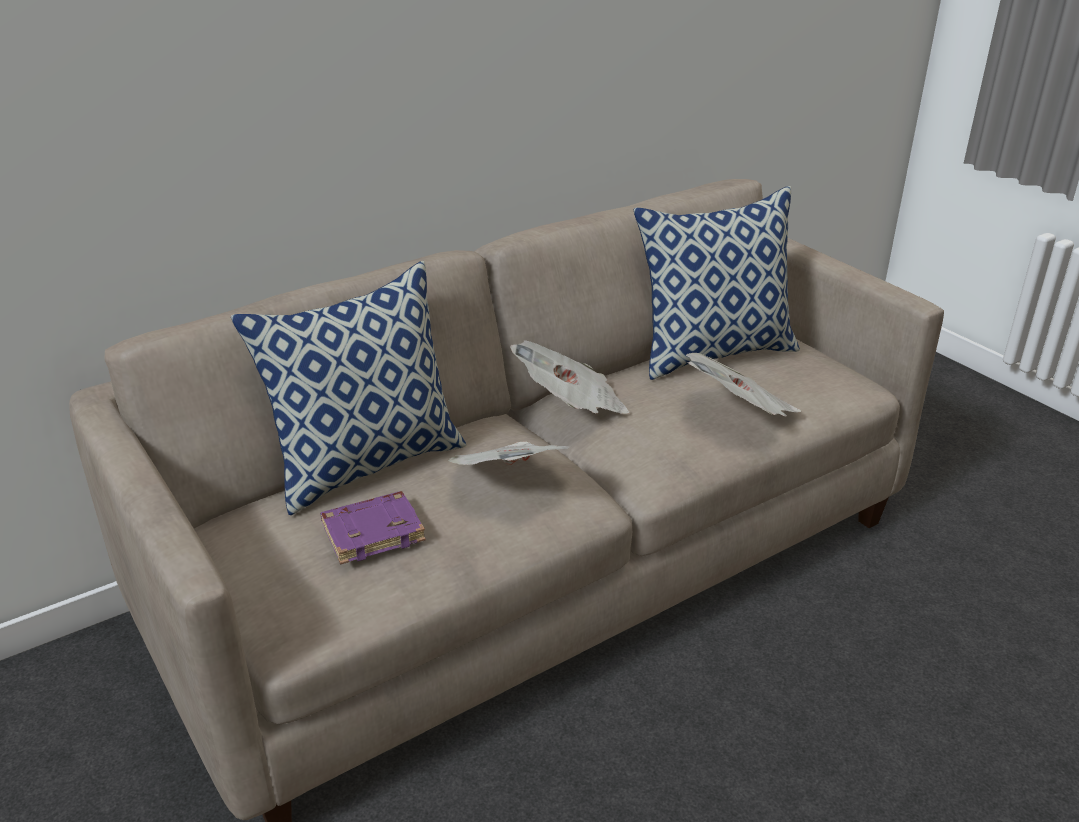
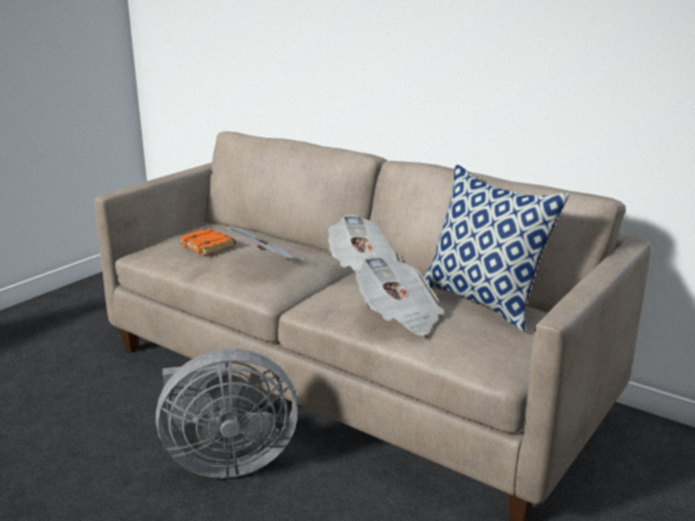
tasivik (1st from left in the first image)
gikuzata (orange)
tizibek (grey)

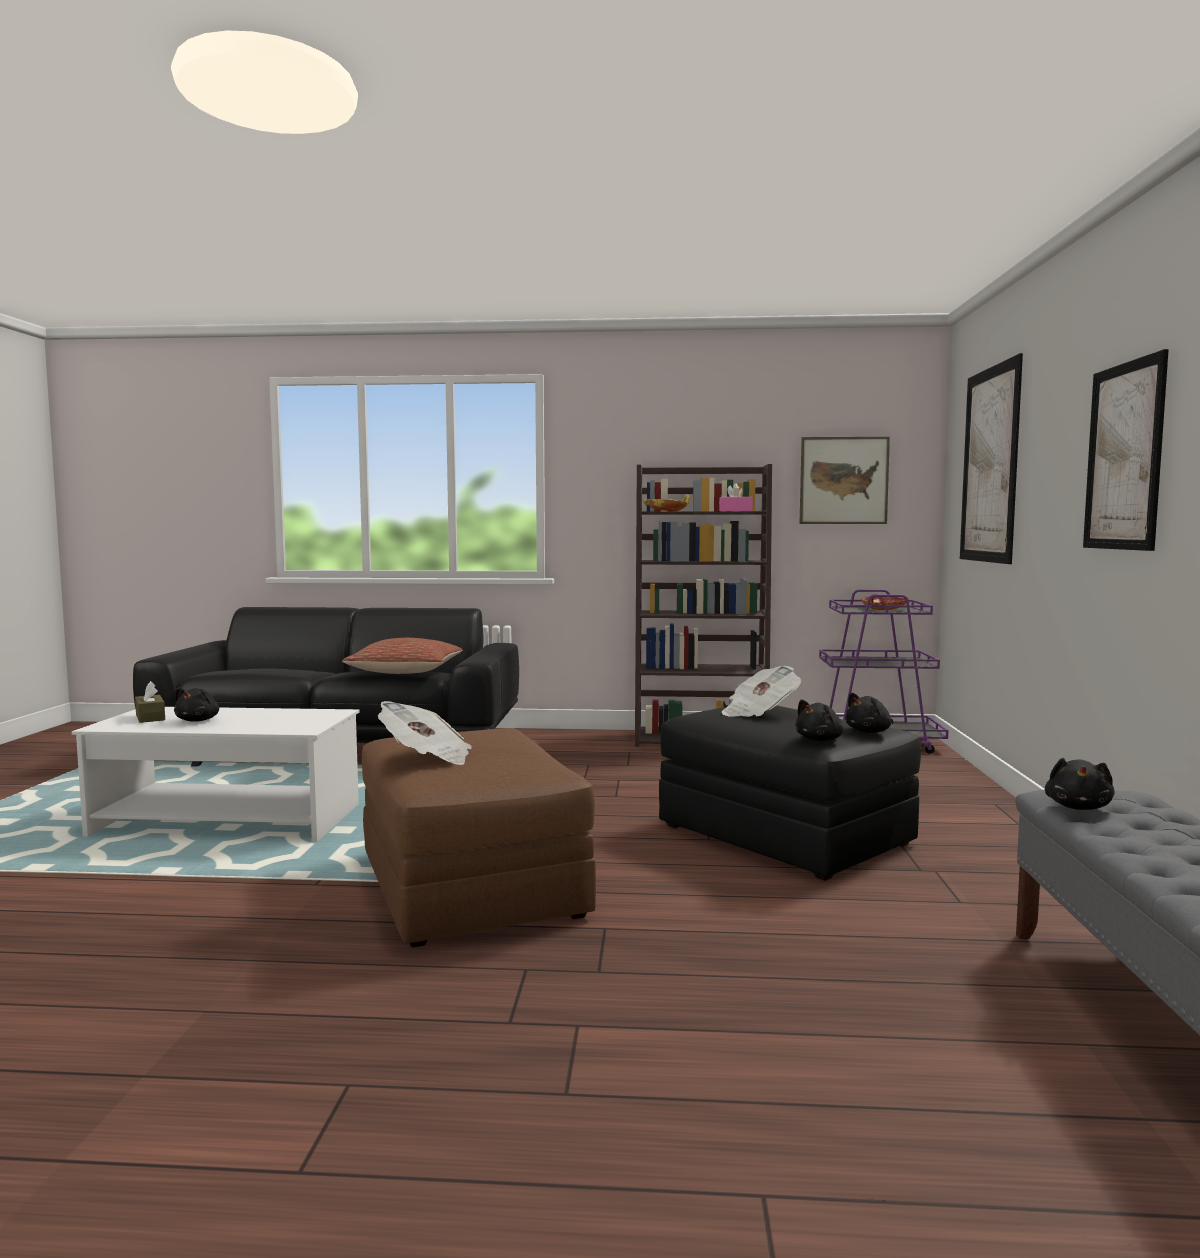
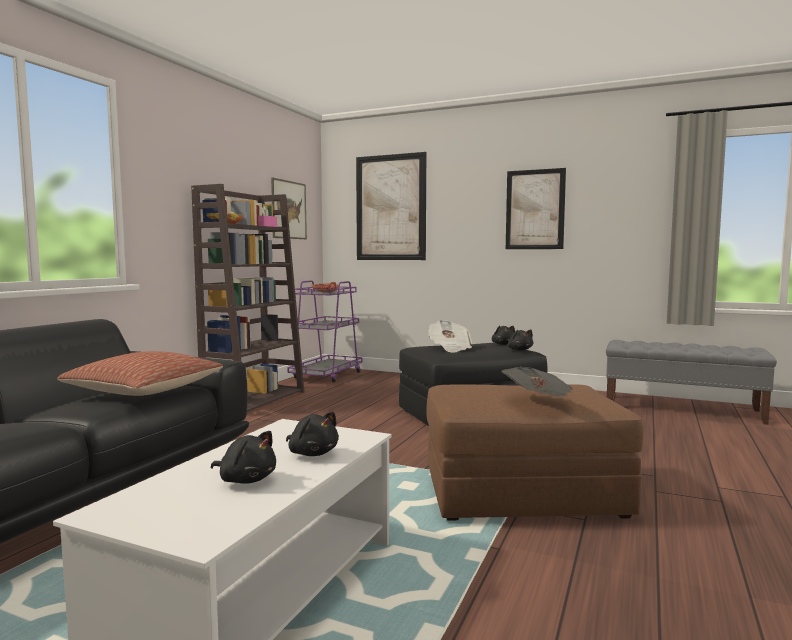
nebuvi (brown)
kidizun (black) (2nd from left)

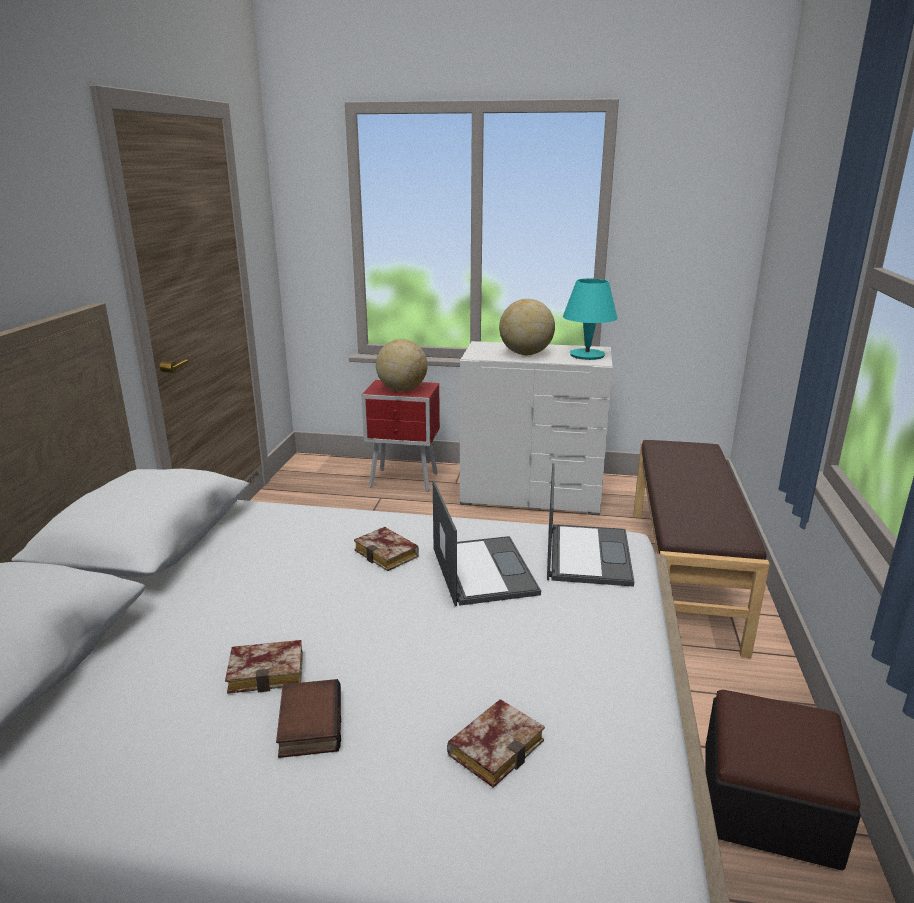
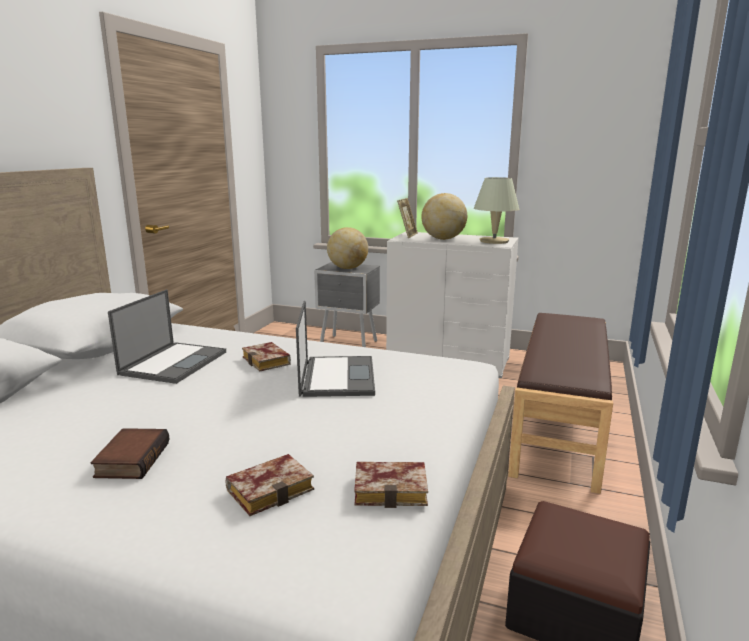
gikuzata (4th from left)
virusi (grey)
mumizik (1st from left)
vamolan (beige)
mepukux

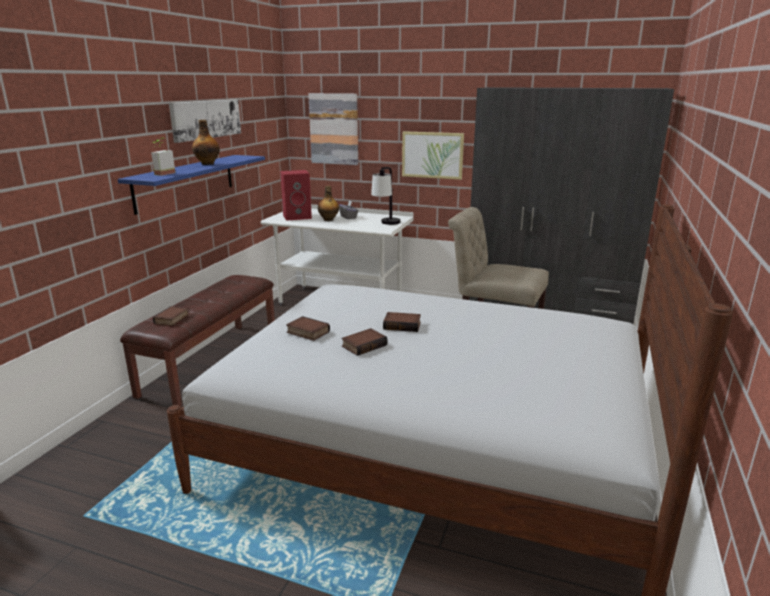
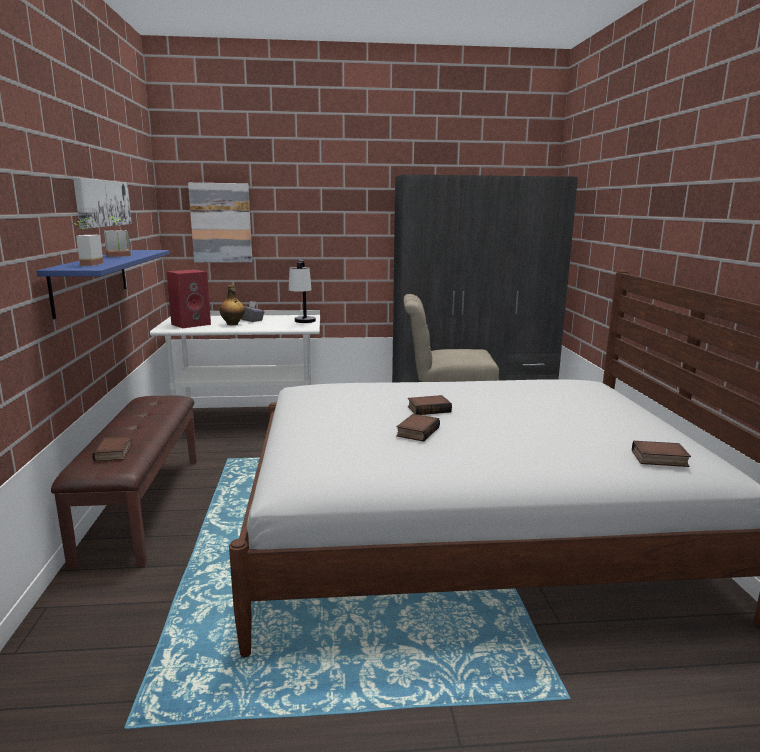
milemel (2nd from left)
gikuzata (4th from left)
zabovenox (3rd from left in the first image)

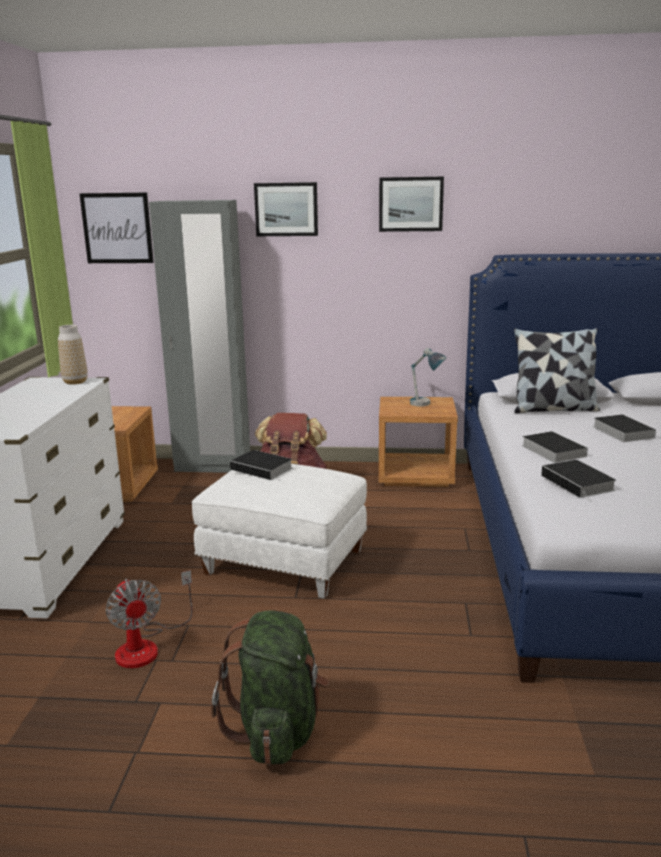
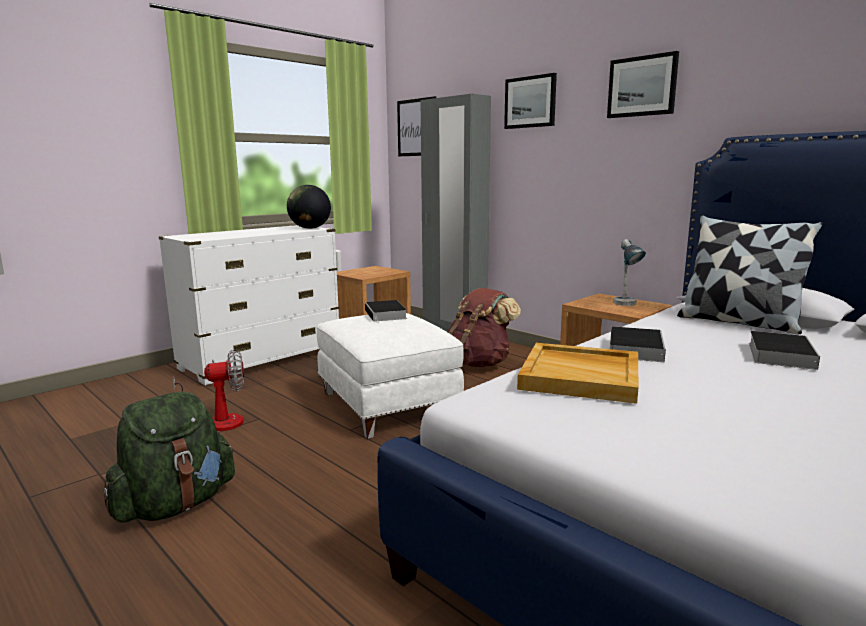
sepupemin
tizibek
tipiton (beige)

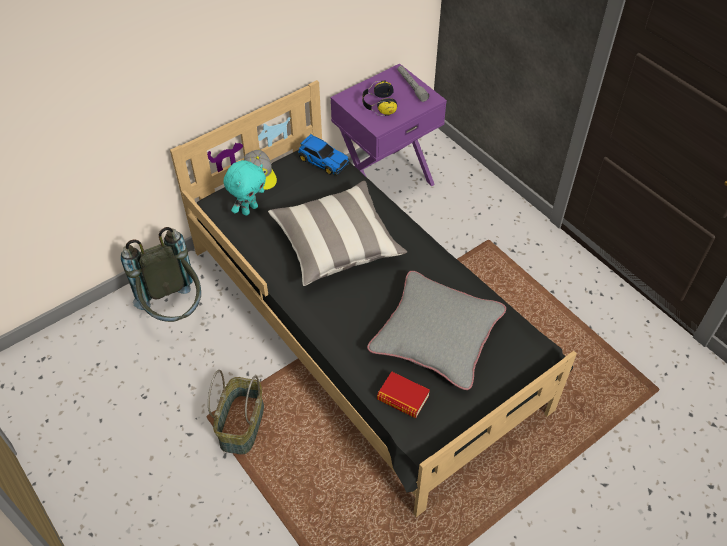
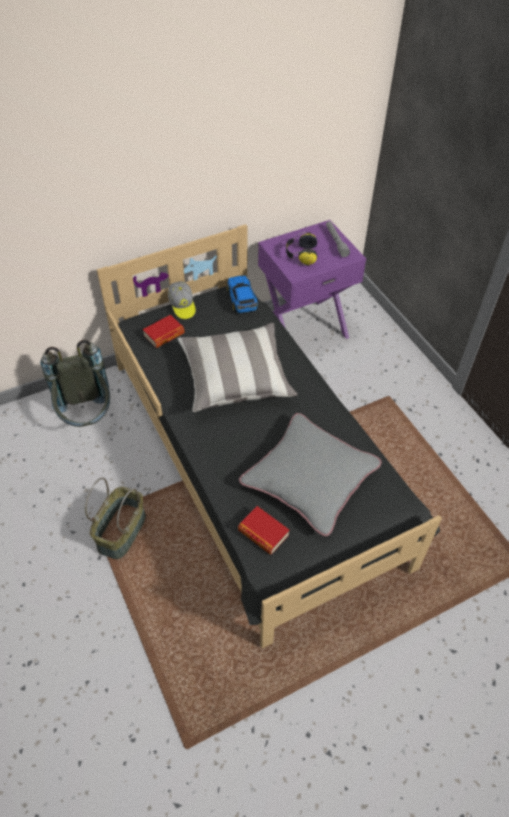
gikuzata (1st from left)
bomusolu

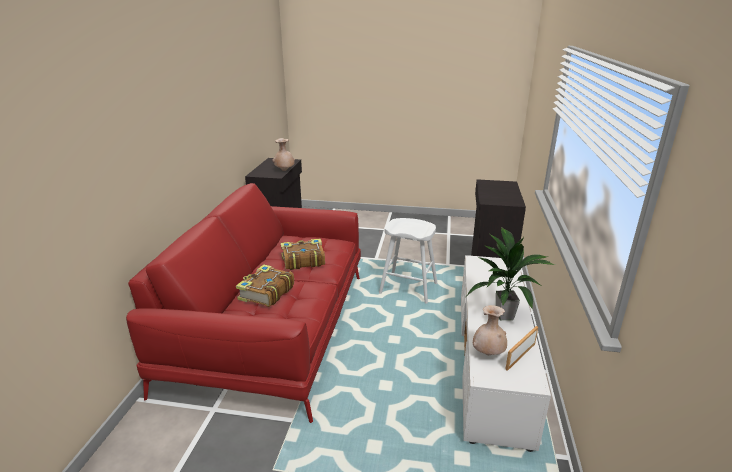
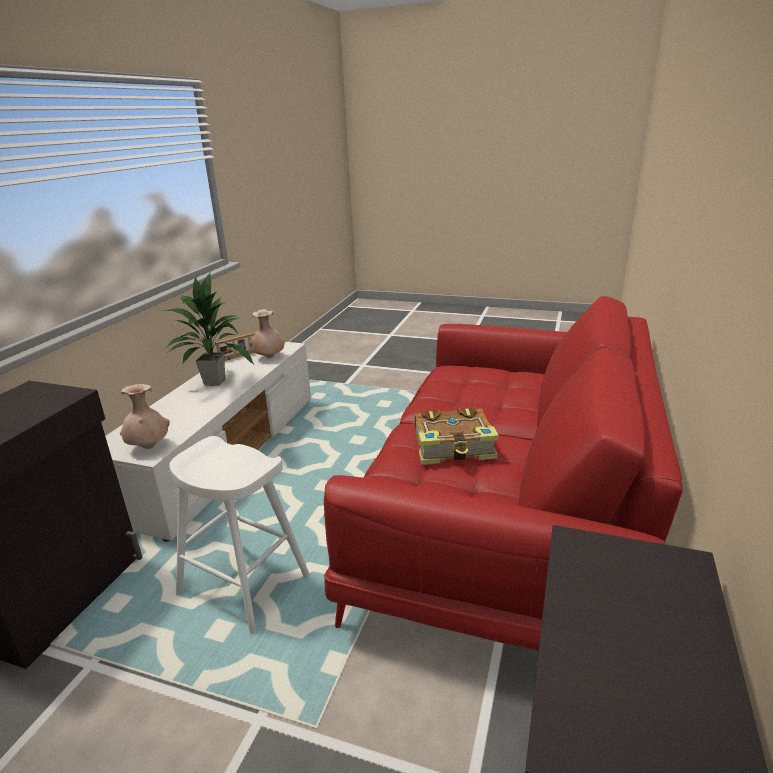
gikuzata (1st from left in the first image)
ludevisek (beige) (1st from left)

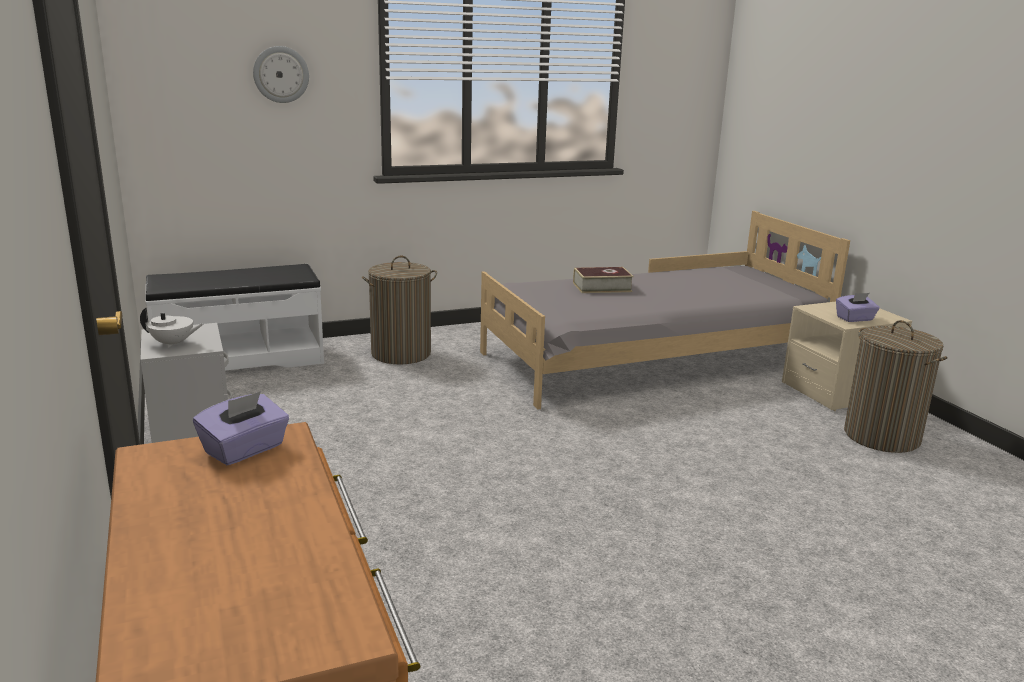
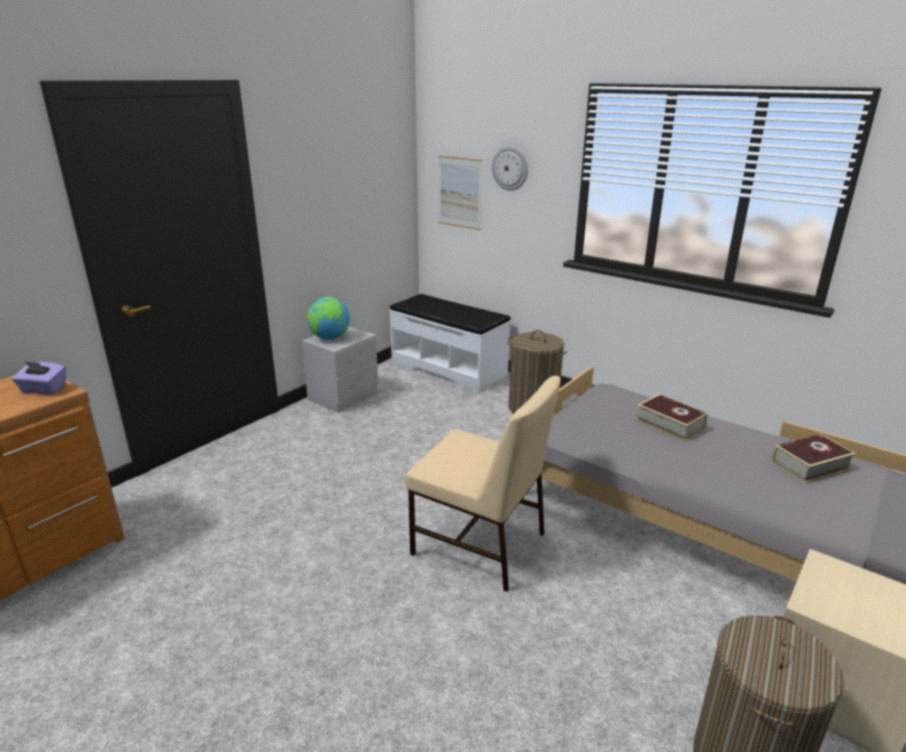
sepupemin
nebuvi (purple) (2nd from left in the first image)
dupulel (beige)
zabovenox
gikuzata (2nd from left)

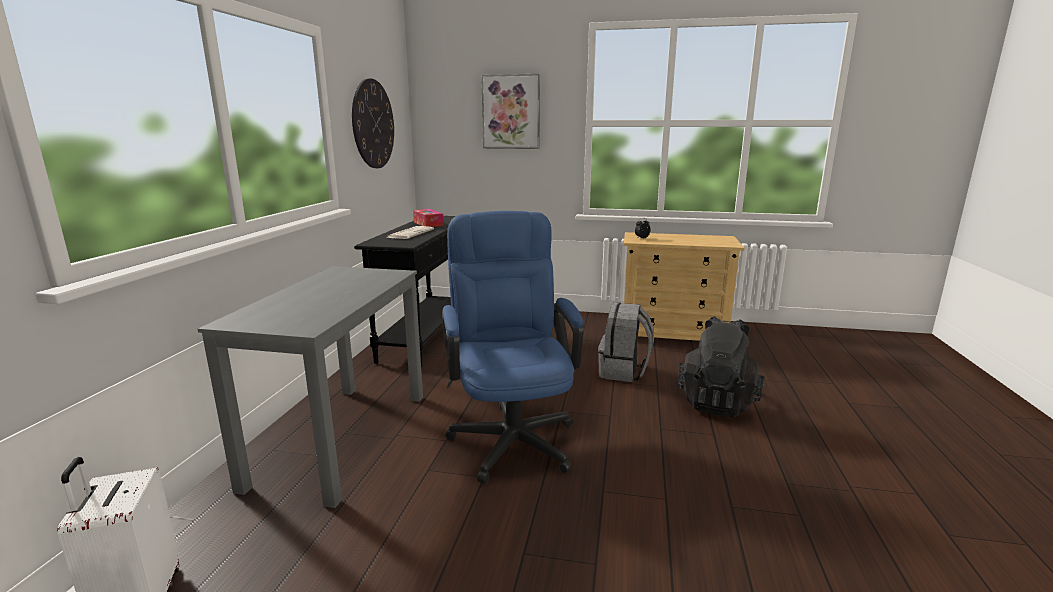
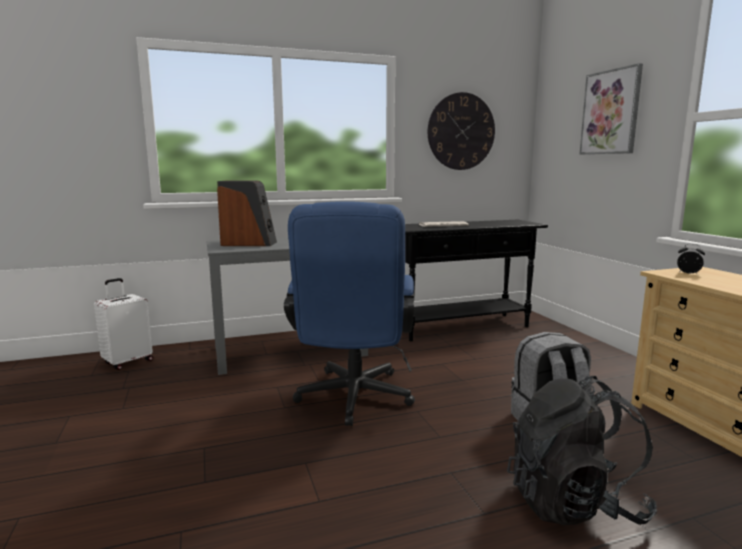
nebuvi
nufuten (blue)
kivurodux

